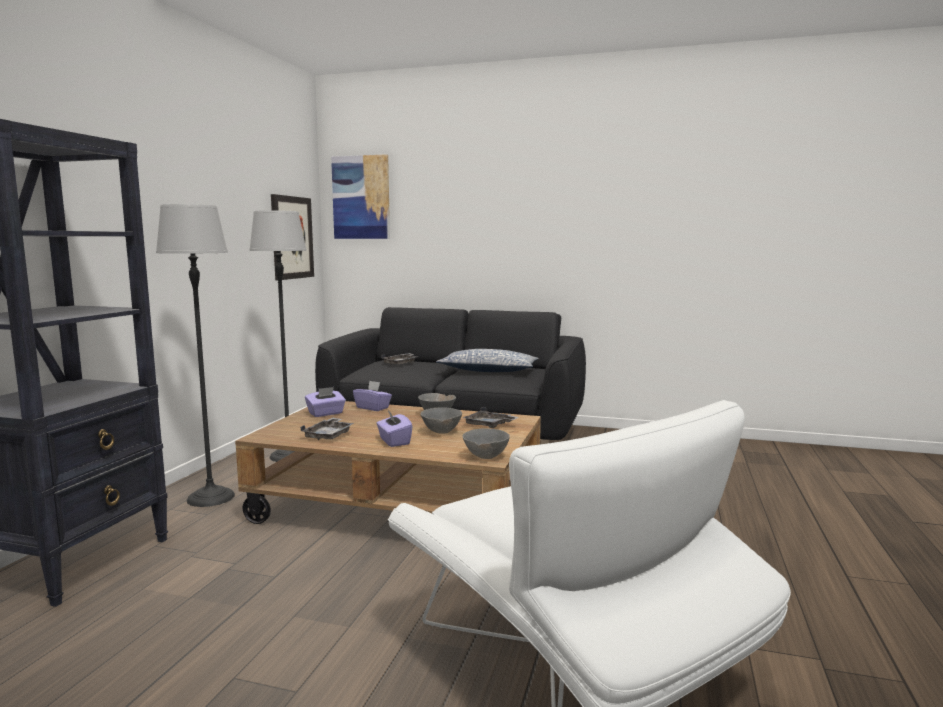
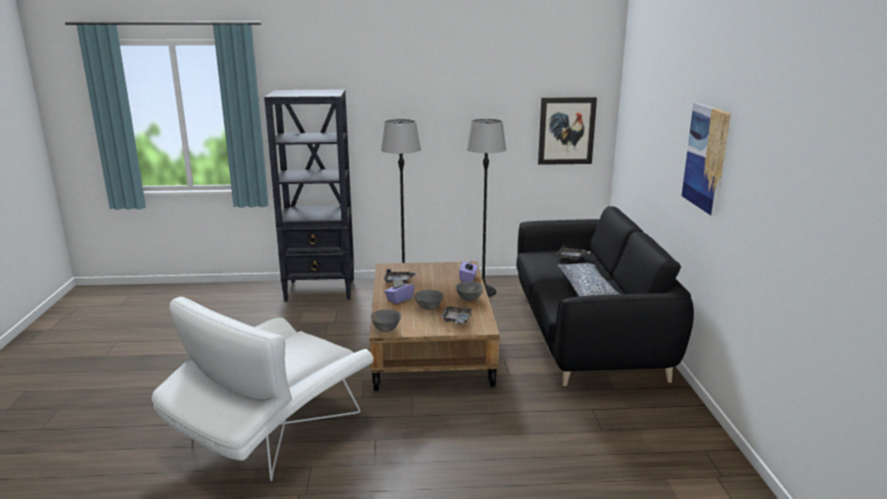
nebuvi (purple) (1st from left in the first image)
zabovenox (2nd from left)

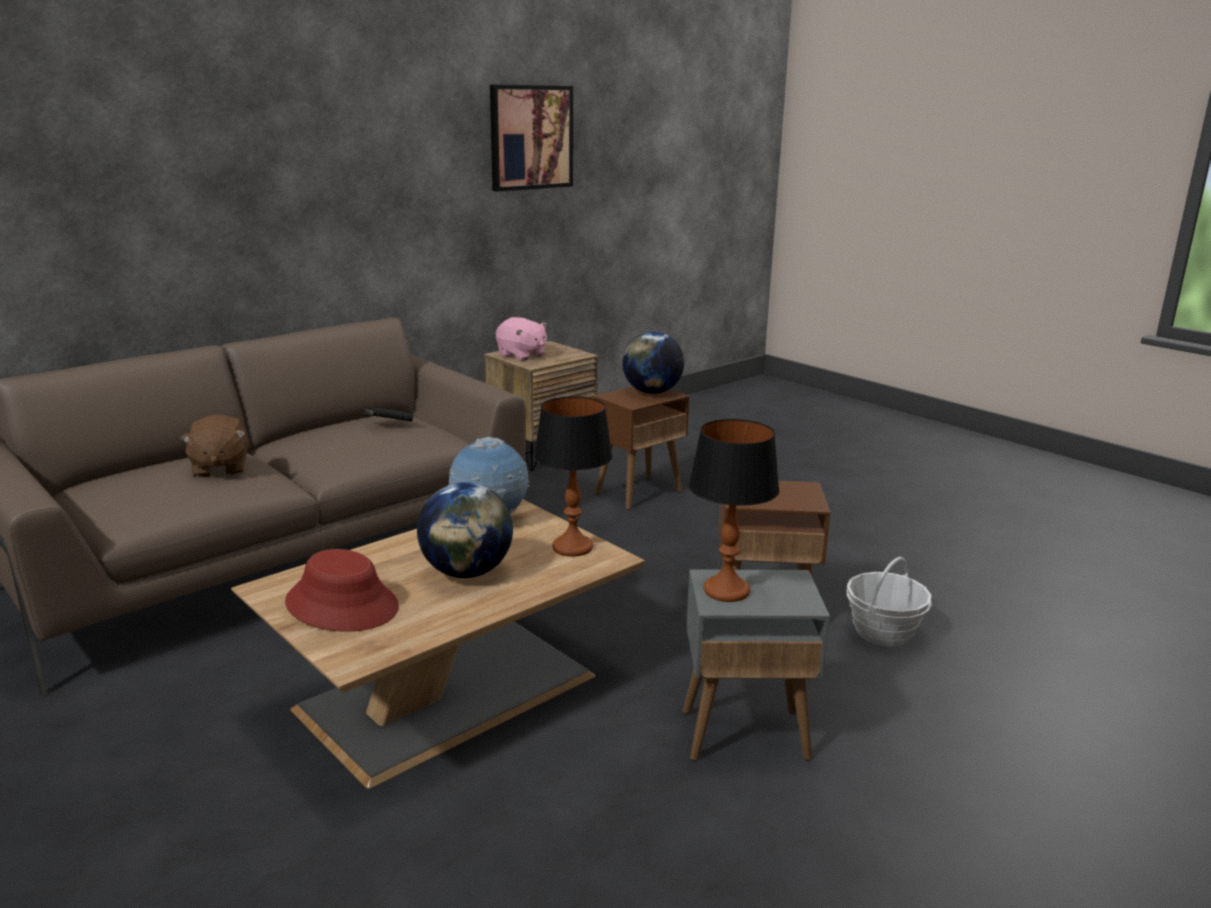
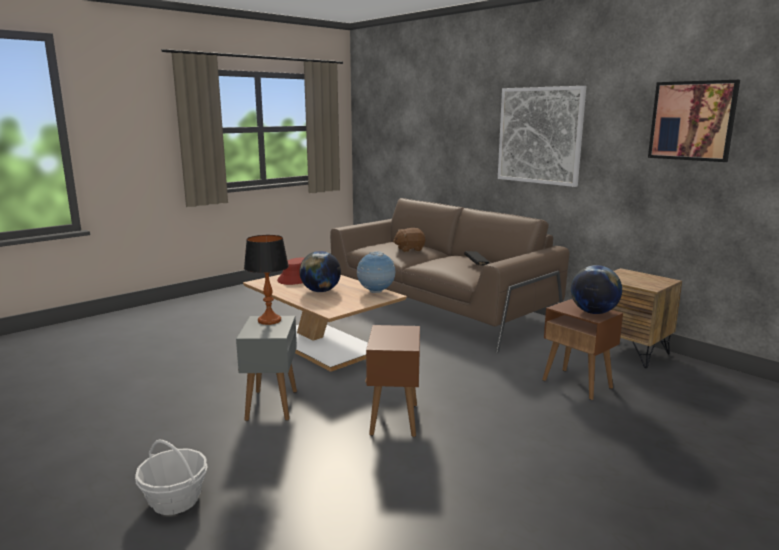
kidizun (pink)
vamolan (1st from left in the first image)
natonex
zabovenox (1st from left)

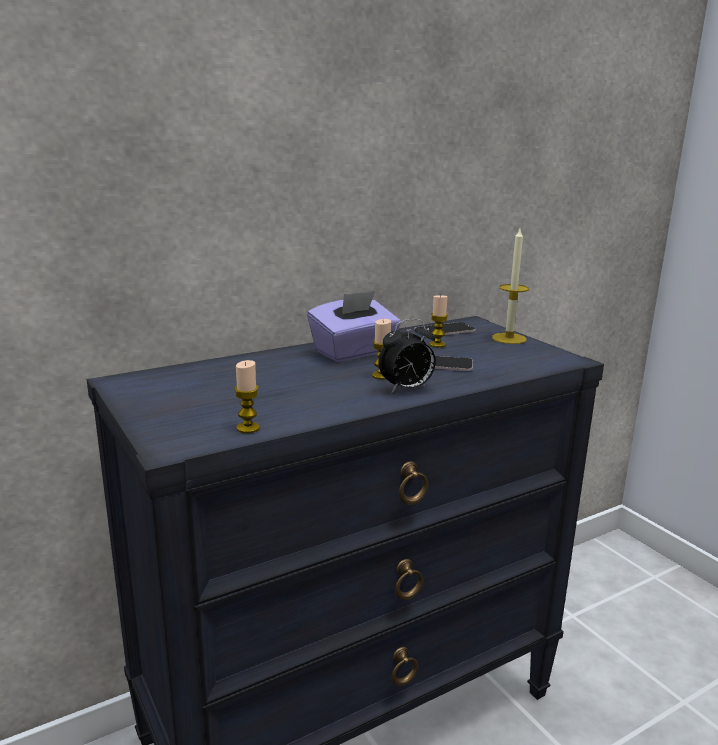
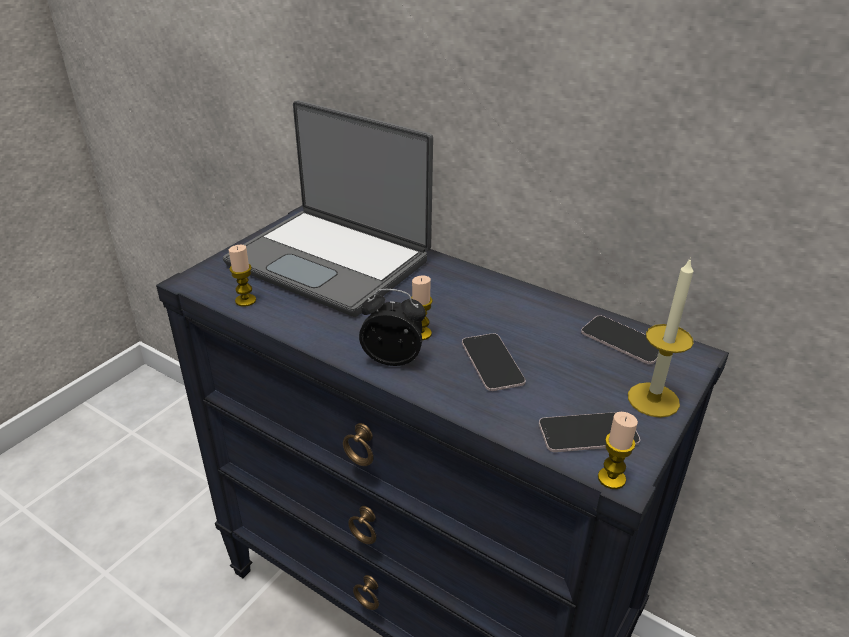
nebuvi (purple)
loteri
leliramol (3rd from left)
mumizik
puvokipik (2nd from left)

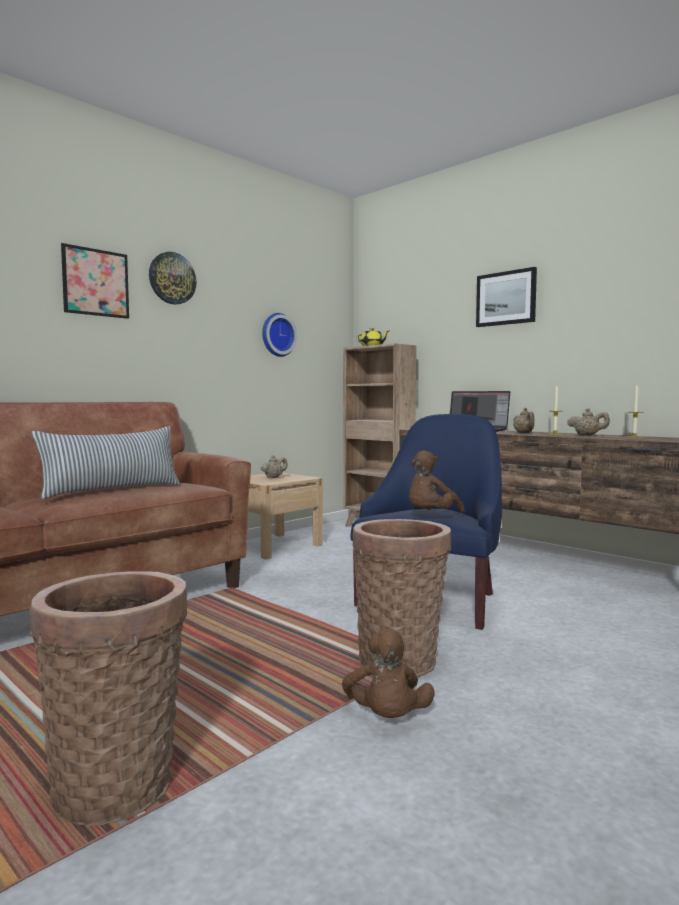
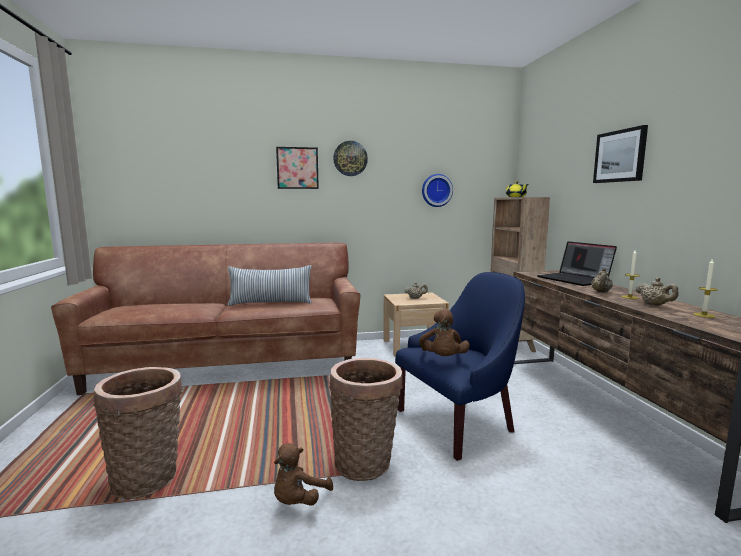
kidizun (brown) (2nd from left)

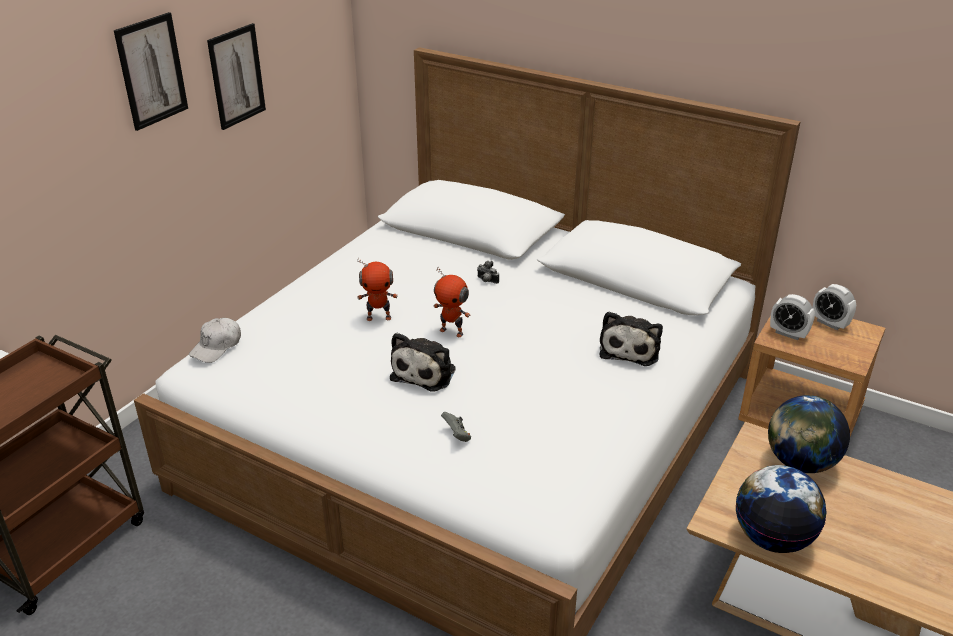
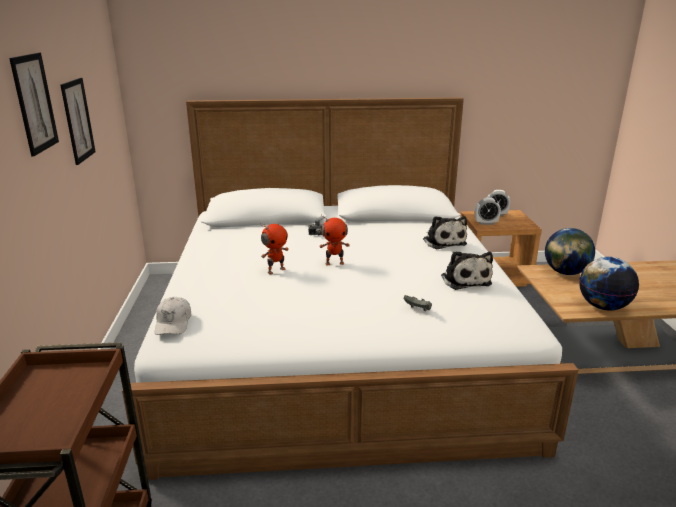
kidizun (2nd from left)

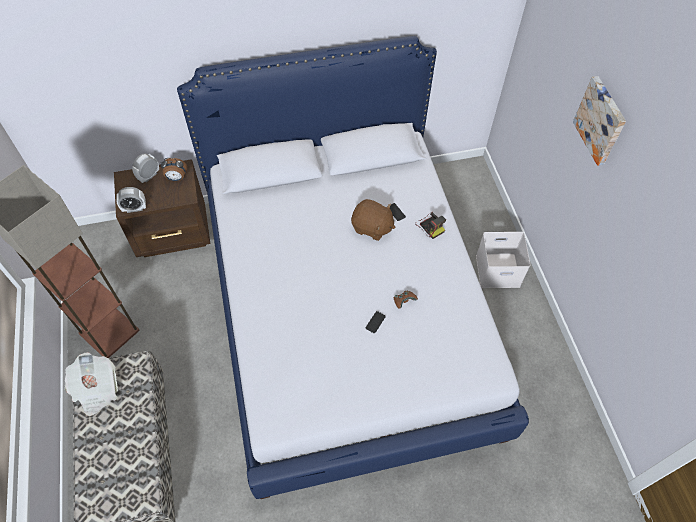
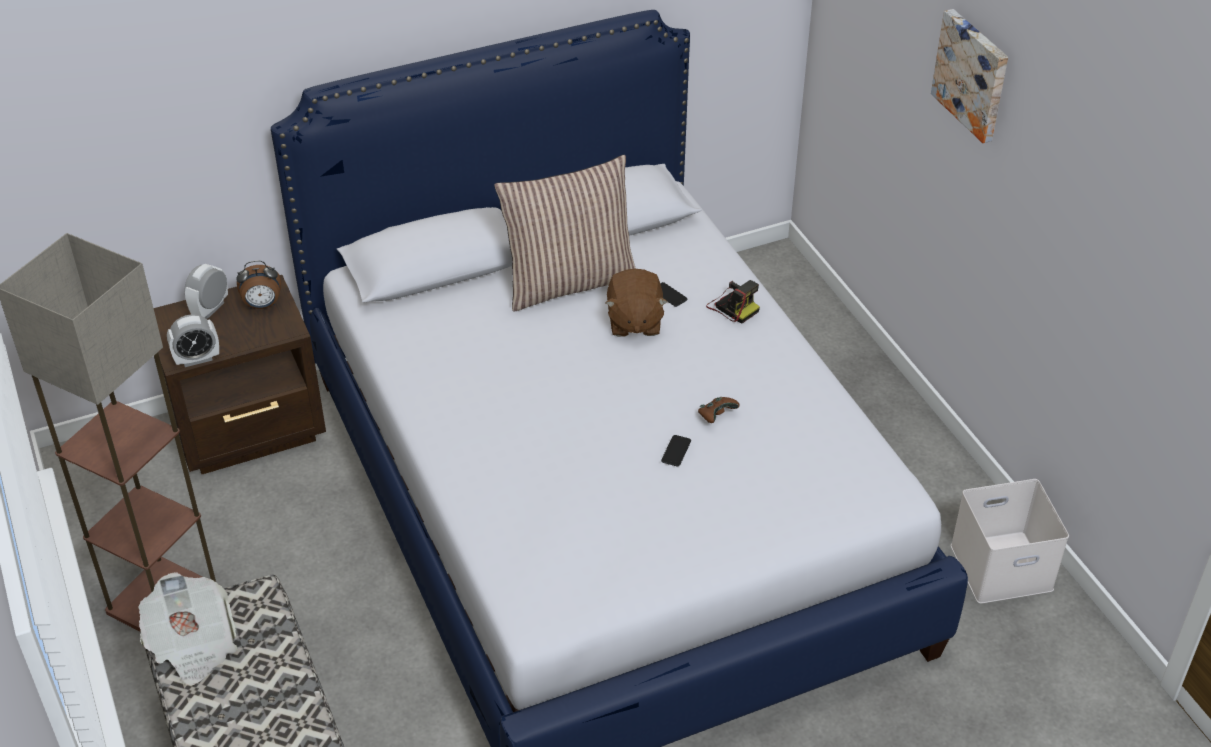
kidizun (brown)
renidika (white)
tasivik

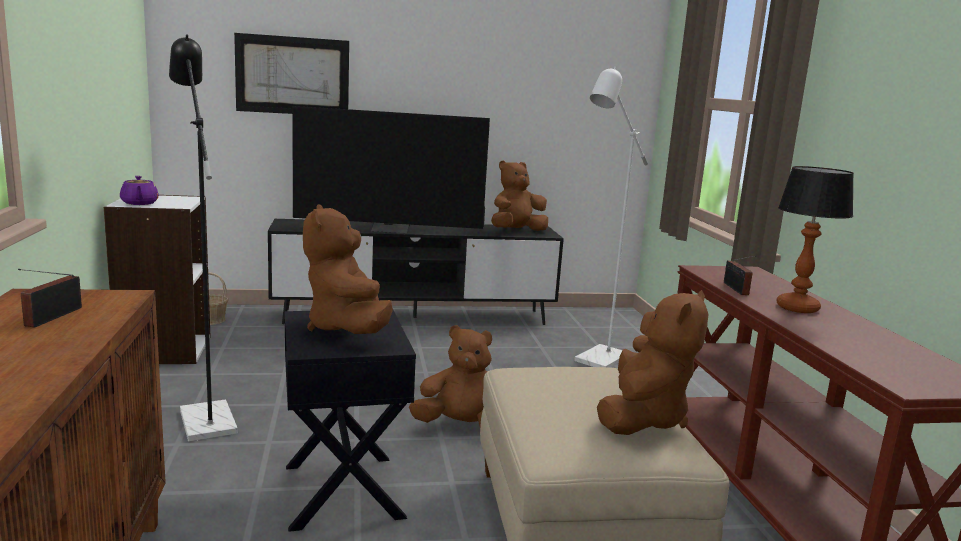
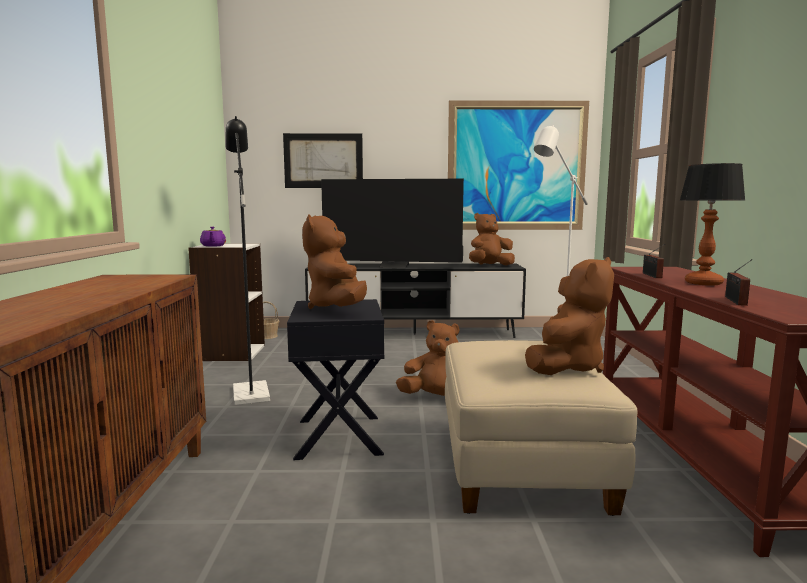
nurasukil (2nd from left)
zabovenox (2nd from left)

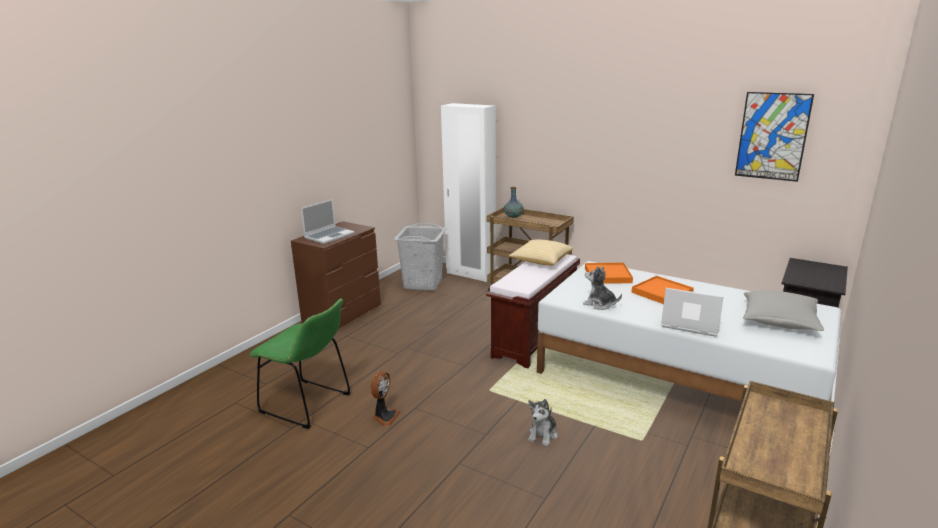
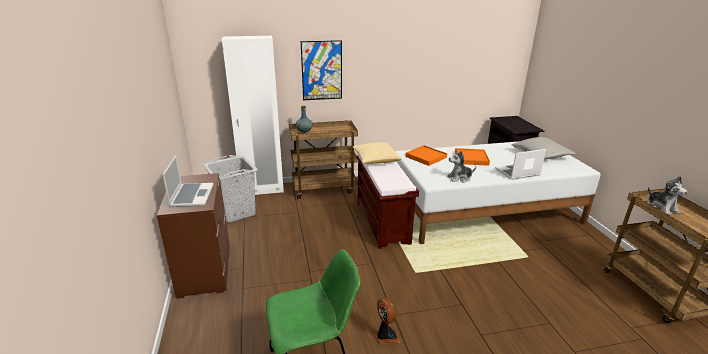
kidizun (2nd from left)
zabovenox

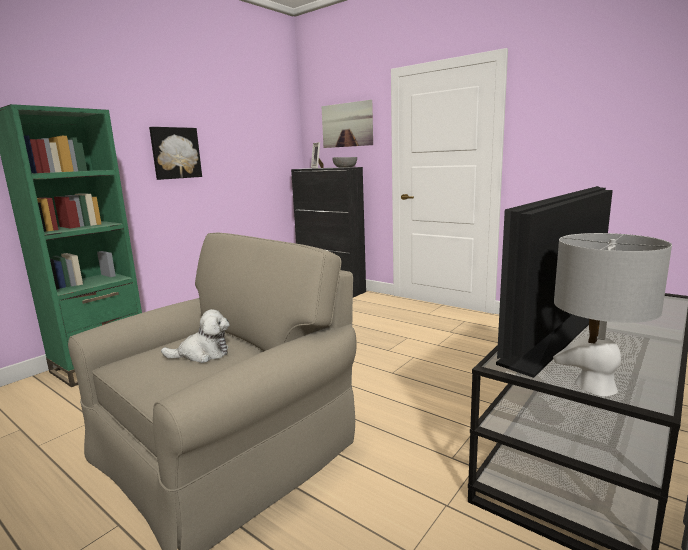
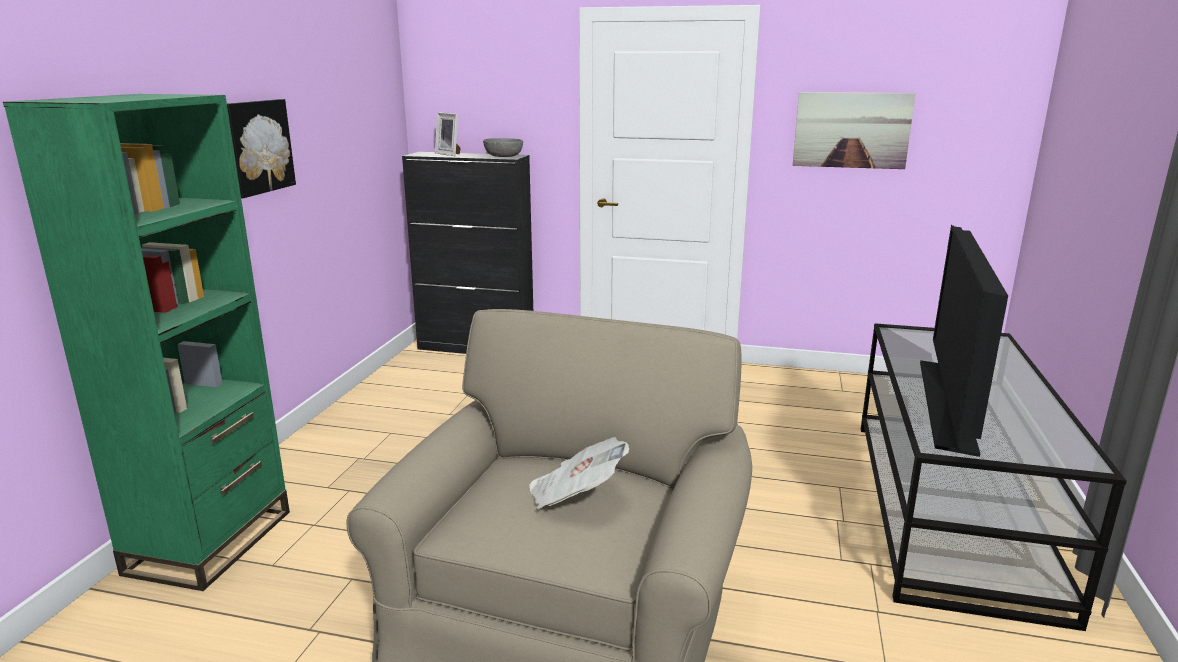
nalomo
zabovenox (2nd from left)
vamolan (grey)

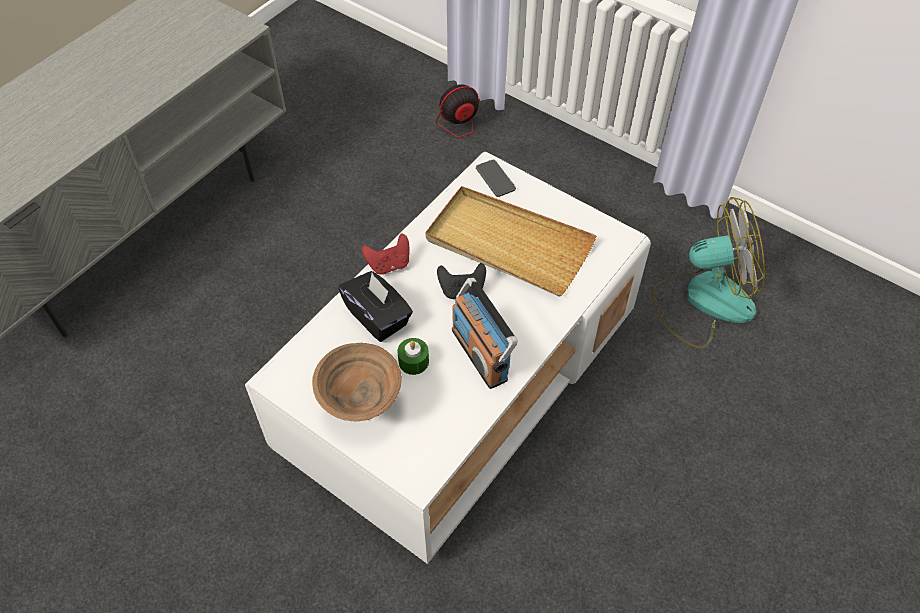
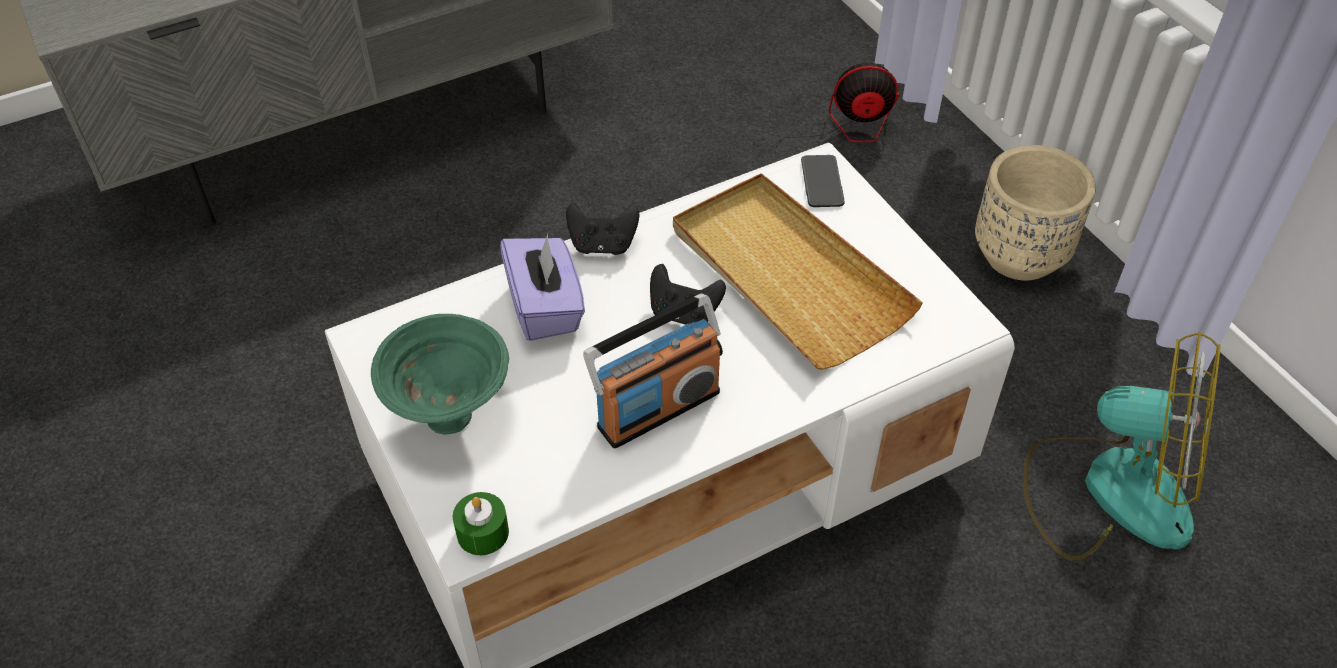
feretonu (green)
nebuvi (purple)
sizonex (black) (1st from left)
leliramol (green)
nurasukil
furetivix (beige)

